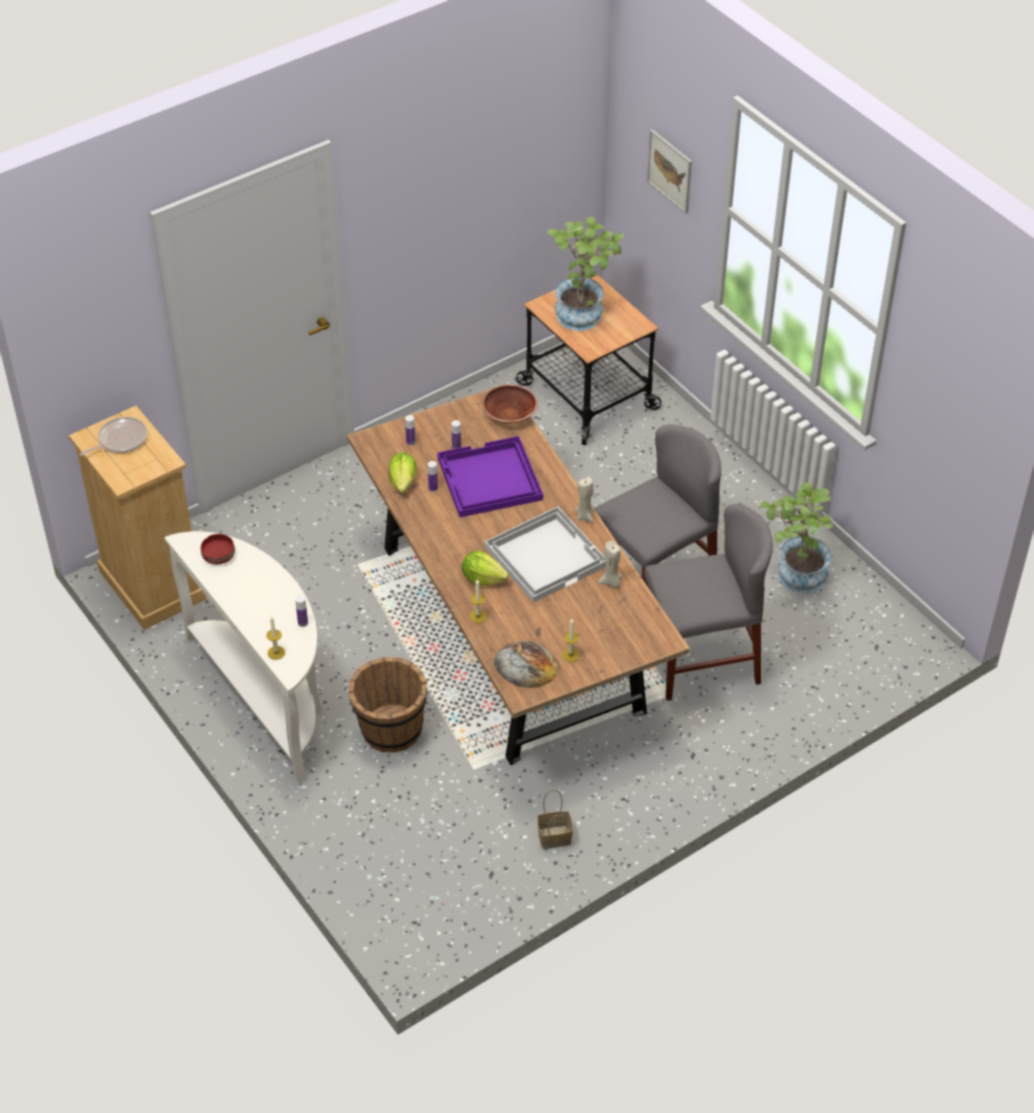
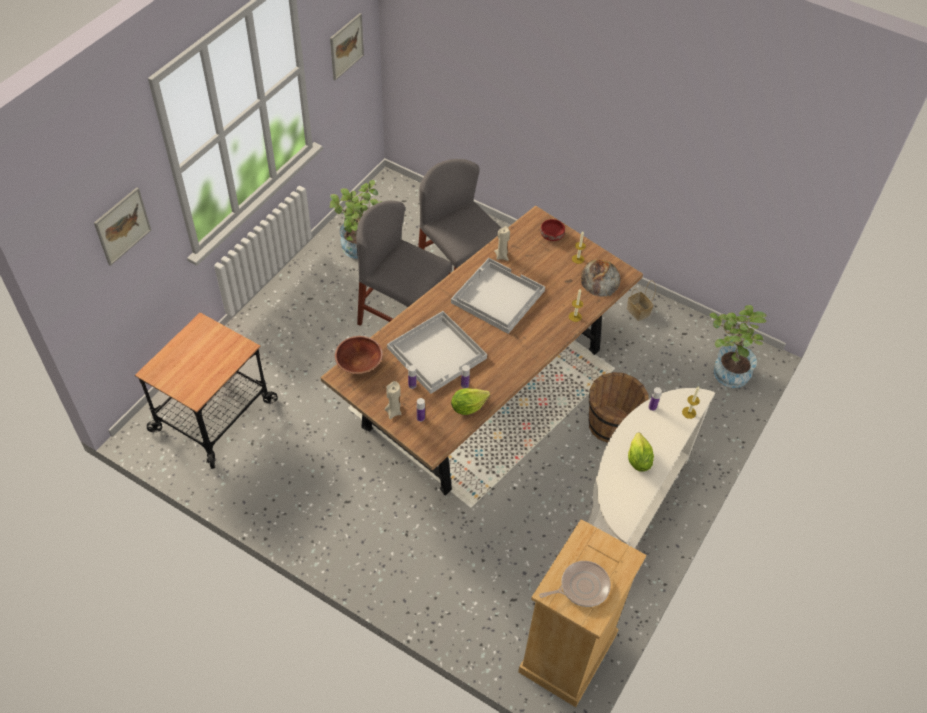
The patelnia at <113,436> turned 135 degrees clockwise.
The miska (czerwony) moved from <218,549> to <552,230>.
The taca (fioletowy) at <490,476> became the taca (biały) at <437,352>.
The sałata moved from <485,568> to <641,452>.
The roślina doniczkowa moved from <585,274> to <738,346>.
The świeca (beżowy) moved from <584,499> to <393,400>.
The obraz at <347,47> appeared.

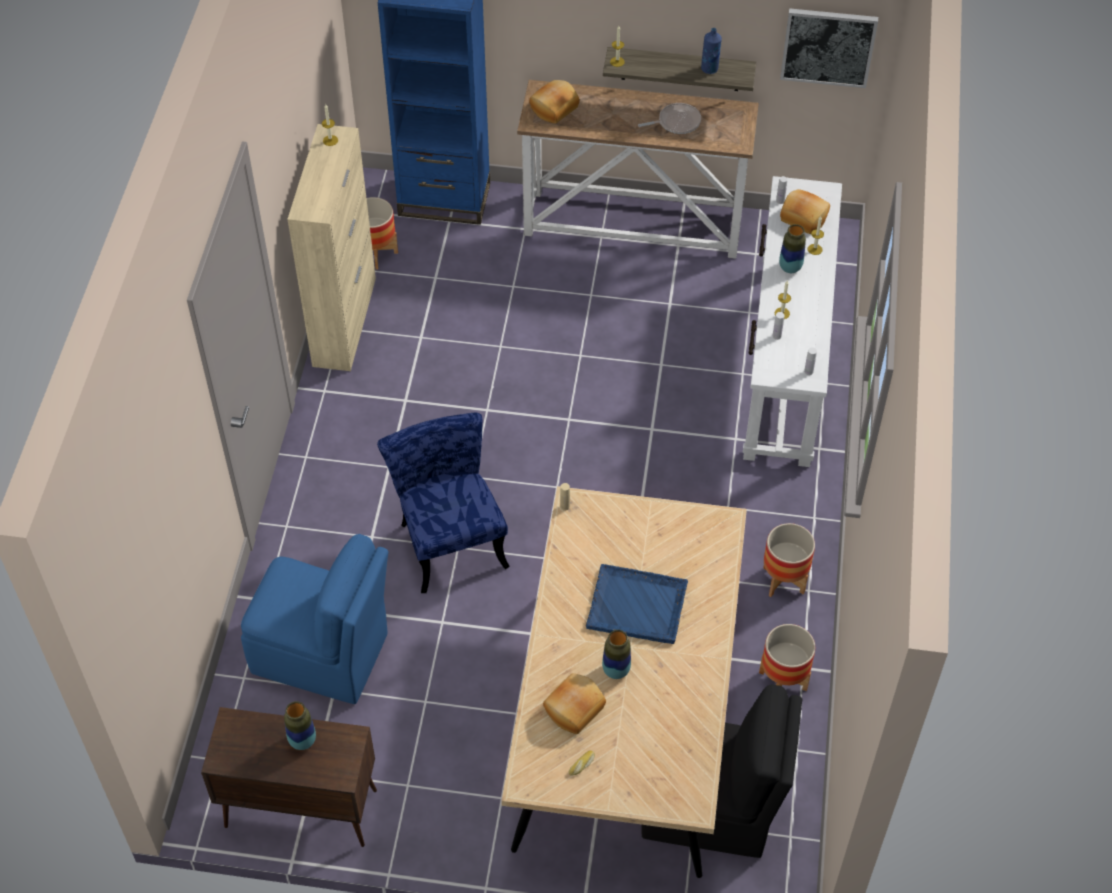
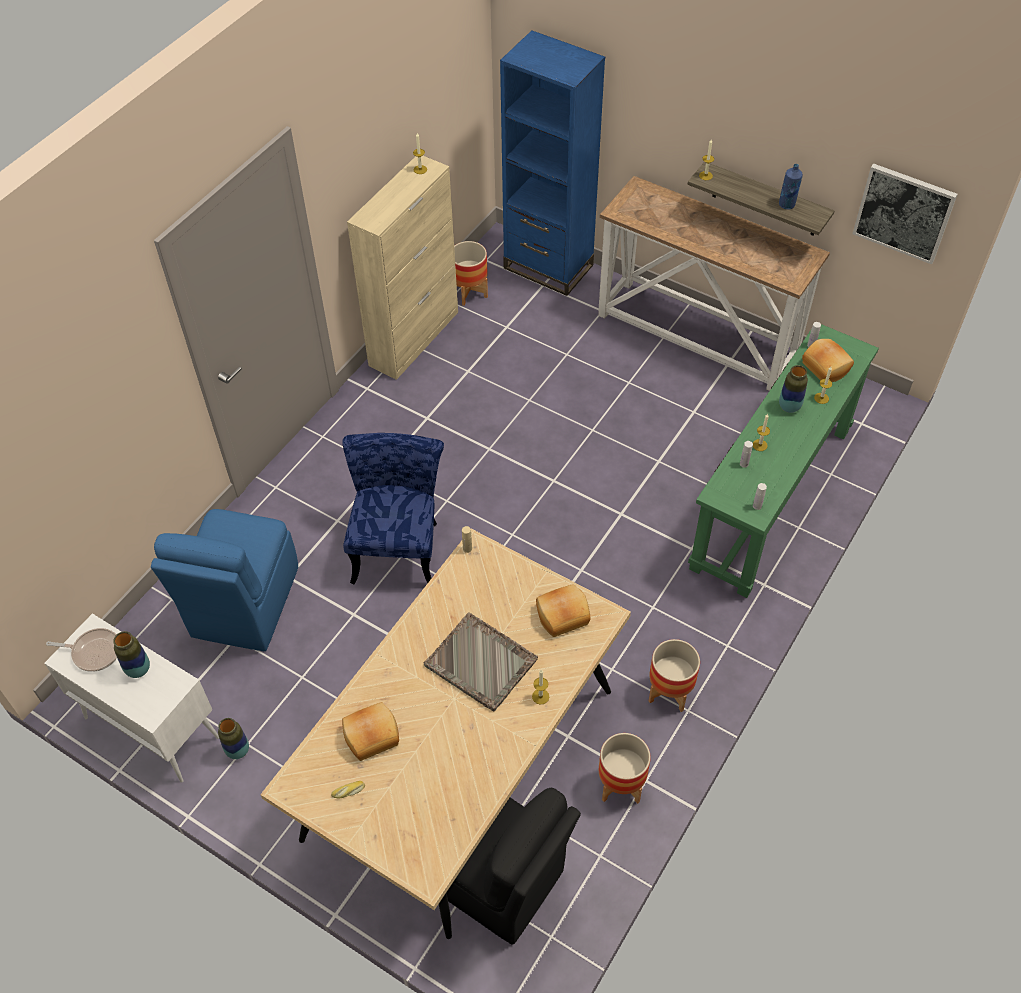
The szafka (brązowy) at <289,777> became the szafka (biały) at <131,698>.
The krzesło (niebieski) at <314,619> turned 60 degrees clockwise.
The chleb moved from <554,102> to <563,610>.
The taca (niebieski) at <637,604> became the taca (szary) at <481,662>.
The wazon moved from <616,654> to <233,738>.
The patelnia moved from <669,118> to <81,650>.
The stolik konsolowy (biały) at <792,321> became the stolik konsolowy (zielony) at <783,461>.
The świeca at <540,687> appeared.

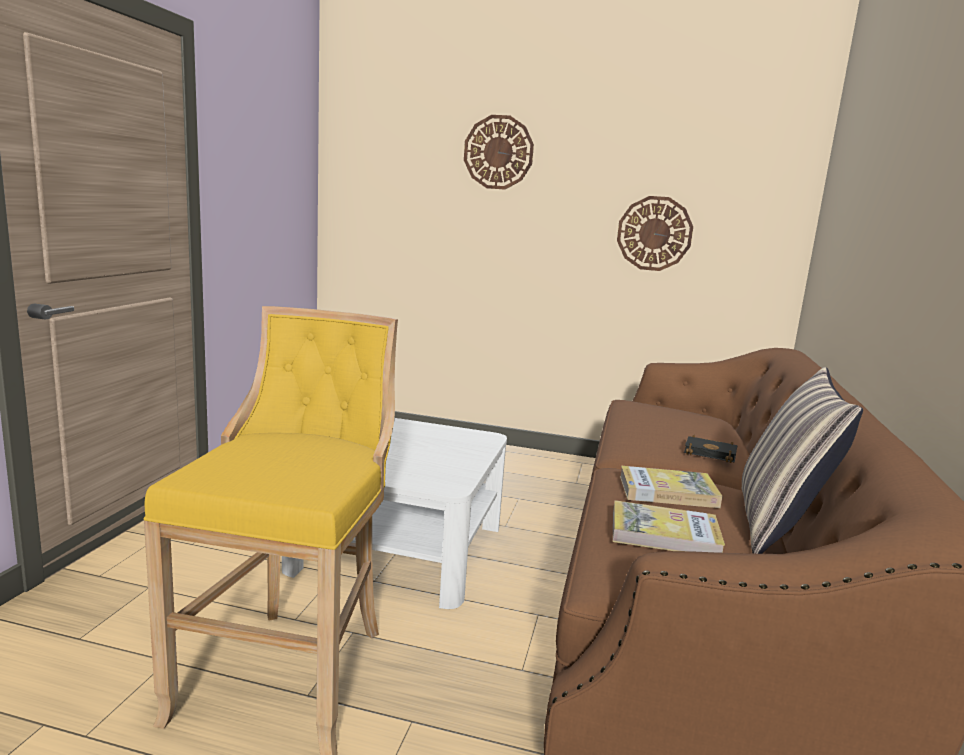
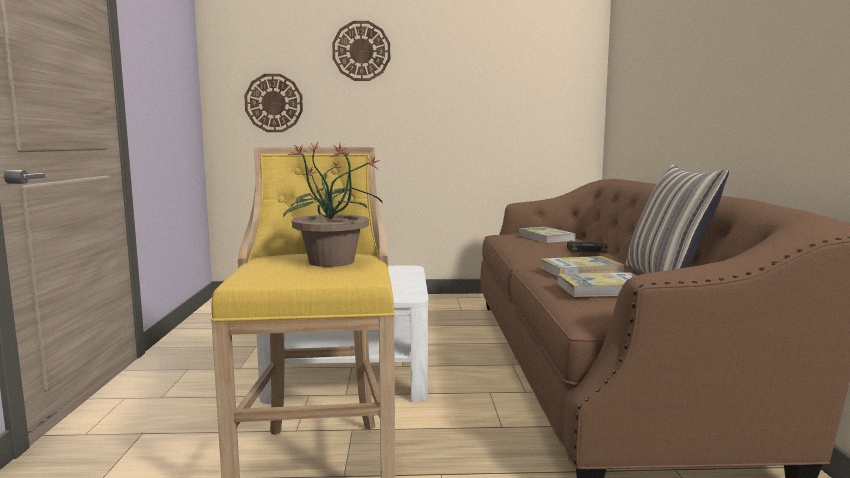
The zegar ścienny moved from <655,233> to <273,103>.
The roślina doniczkowa at <332,205> appeared.
The książka at <547,235> appeared.

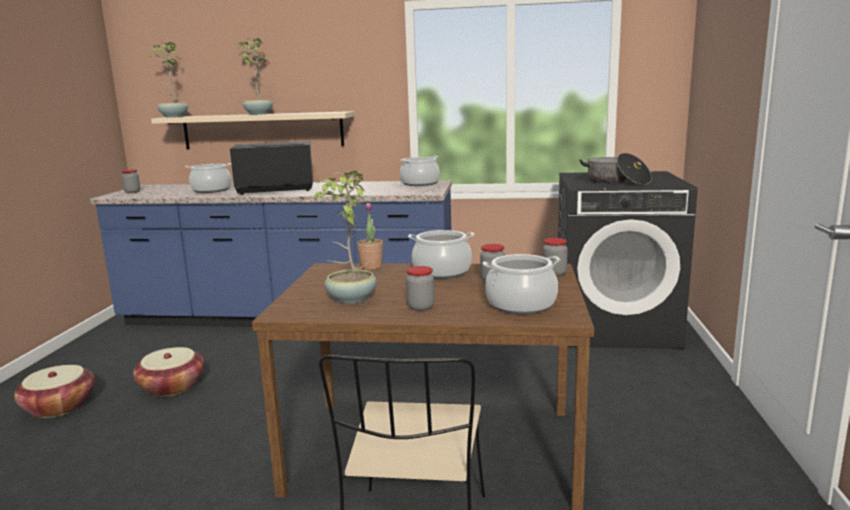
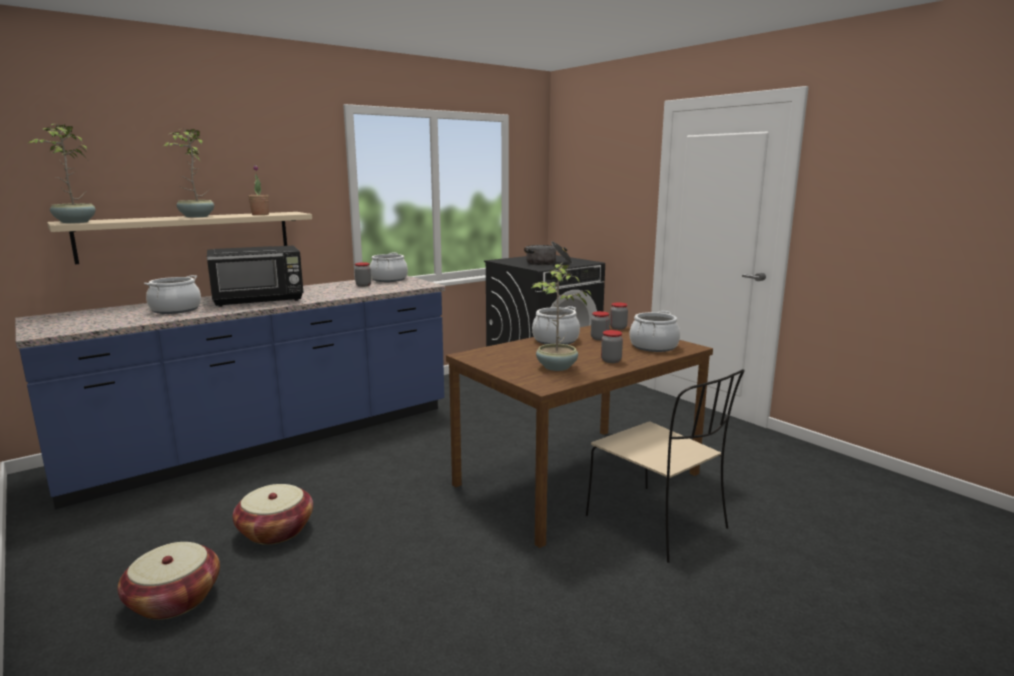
The słoik moved from <130,181> to <363,274>.
The mikrofalówka (czarny) at <271,168> turned 150 degrees counterclockwise.
The roślina doniczkowa moved from <370,236> to <258,190>.

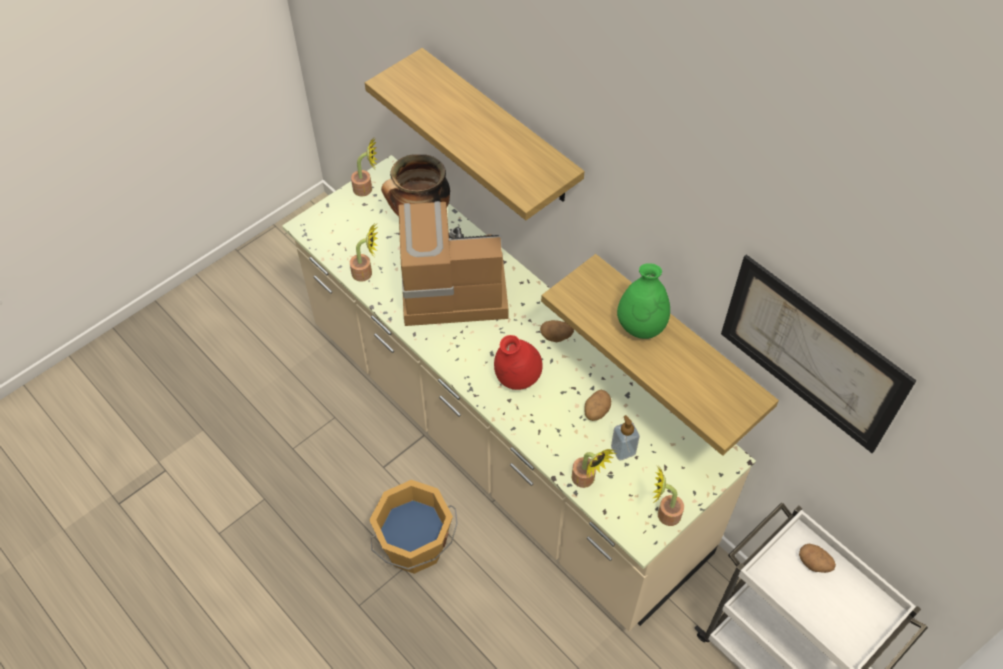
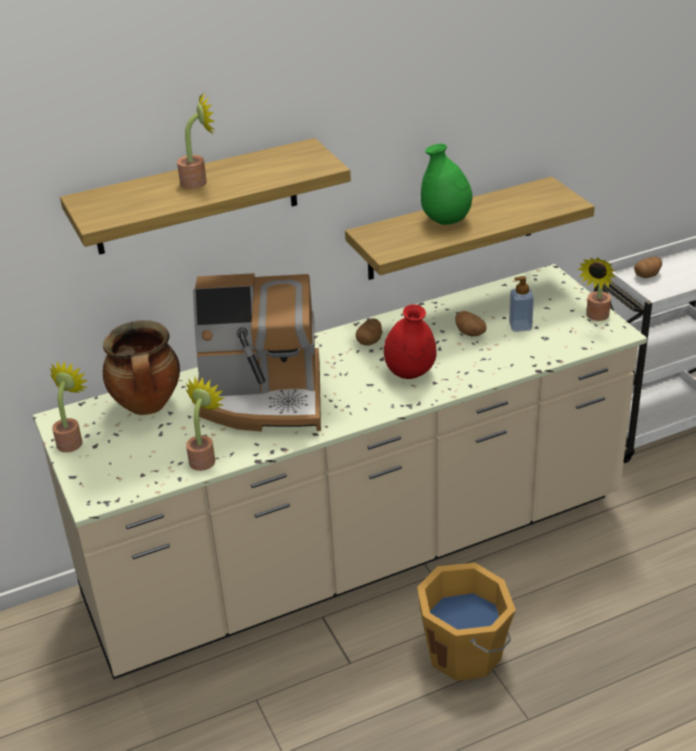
The ekspres do kawy at <453,263> turned 105 degrees counterclockwise.
The roślina doniczkowa moved from <594,468> to <196,141>.
The obraz at <819,354> disappeared.

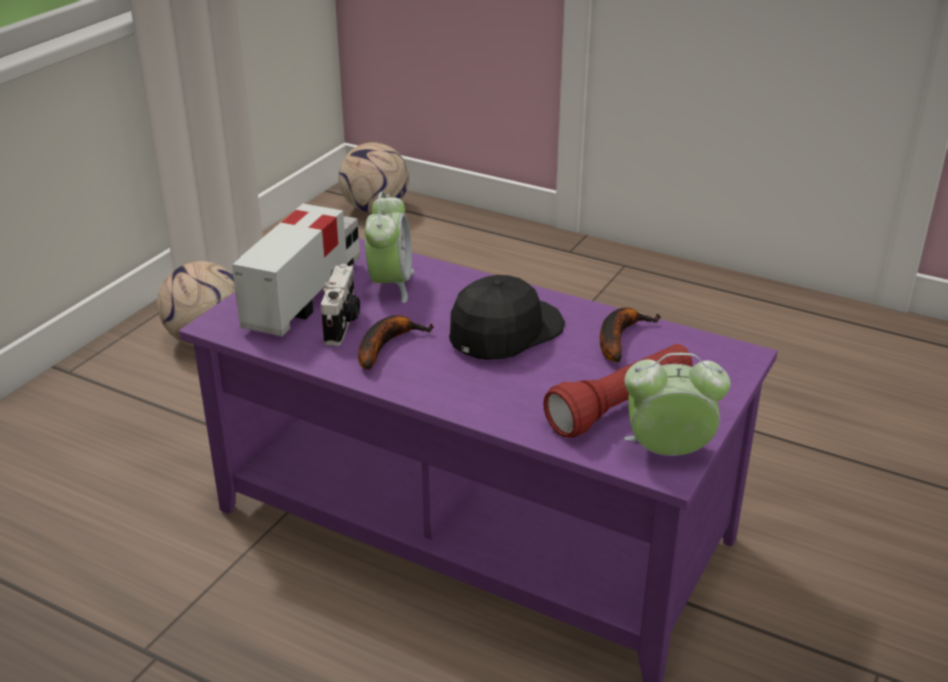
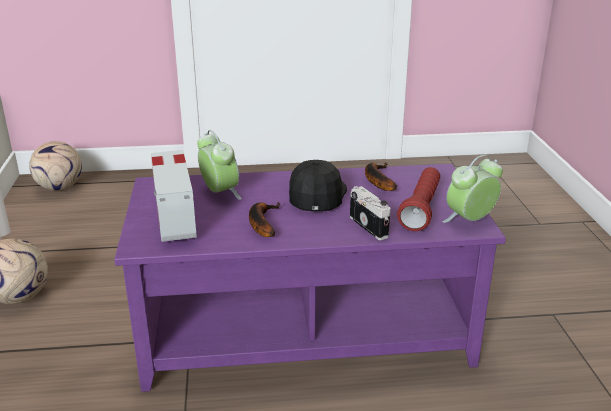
The aparat fotograficzny moved from <340,305> to <370,213>.

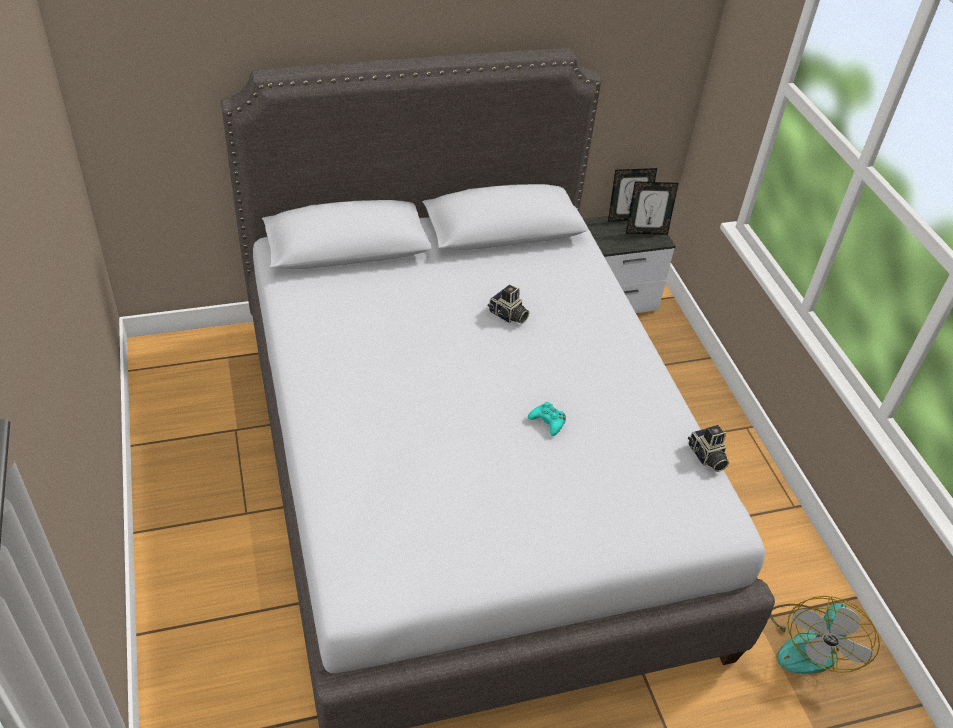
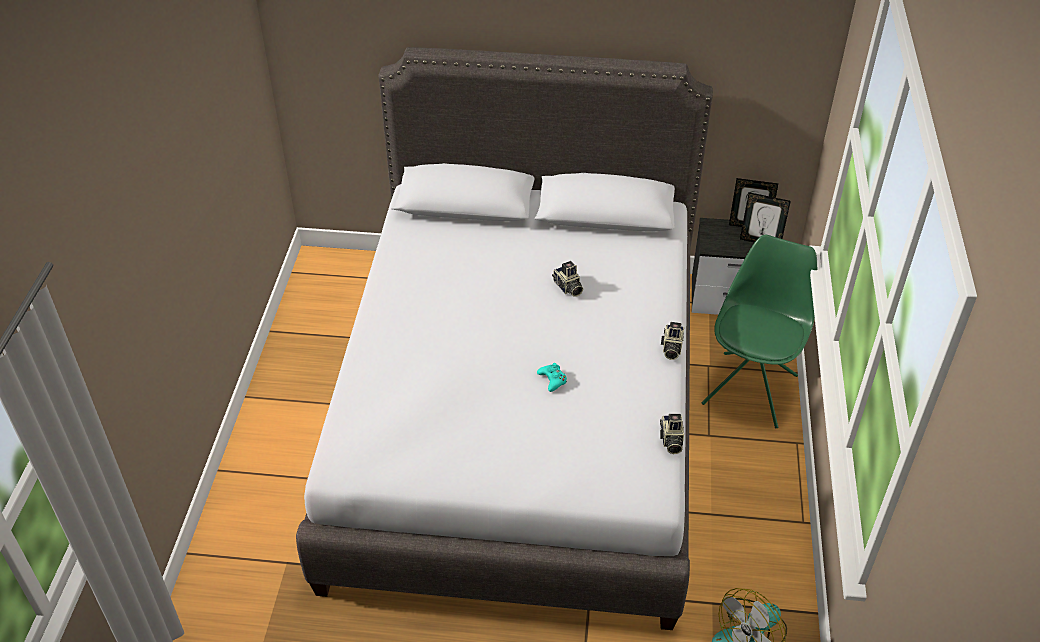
The aparat fotograficzny at <672,341> appeared.
The krzesło (zielony) at <759,331> appeared.

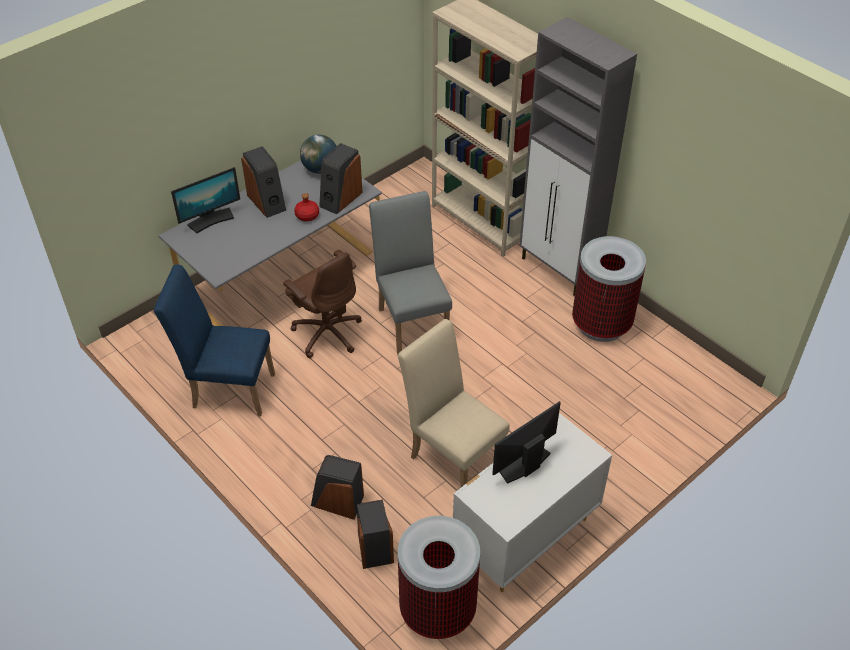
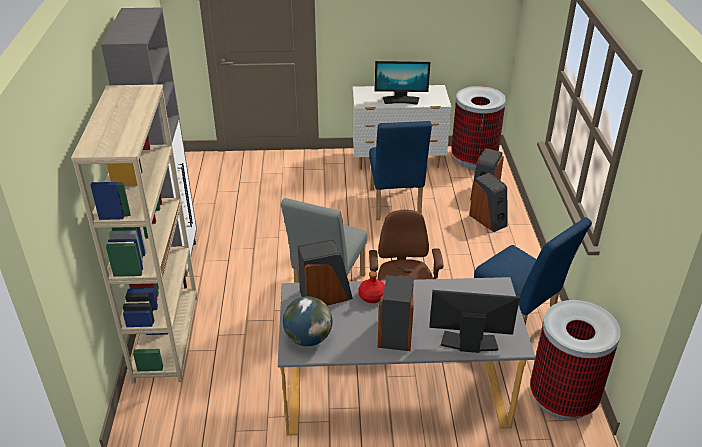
The krzesło (beżowy) at <454,403> became the krzesło (niebieski) at <400,170>.
The kosz na śmieci moved from <609,289> to <575,360>.

